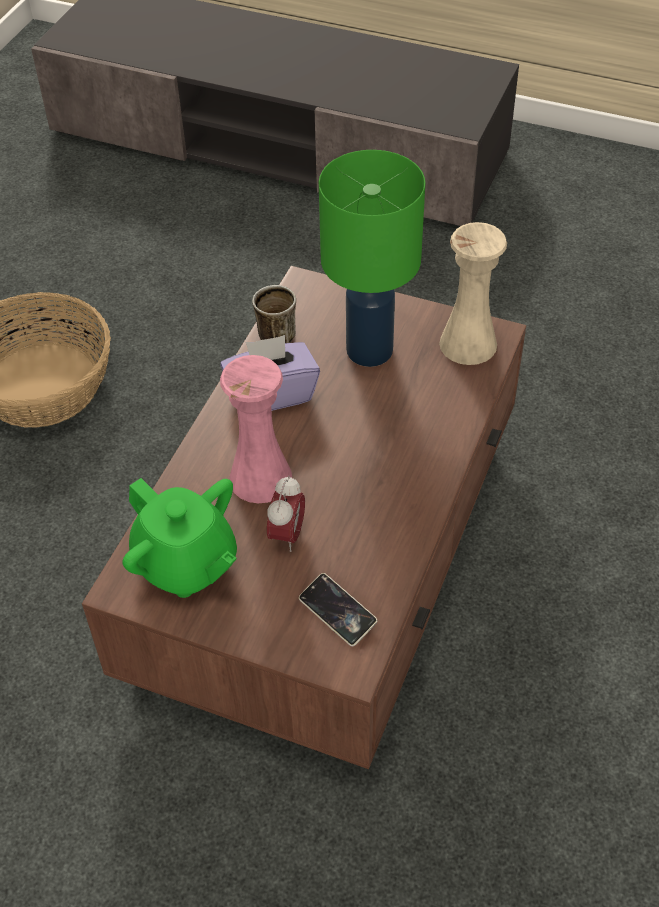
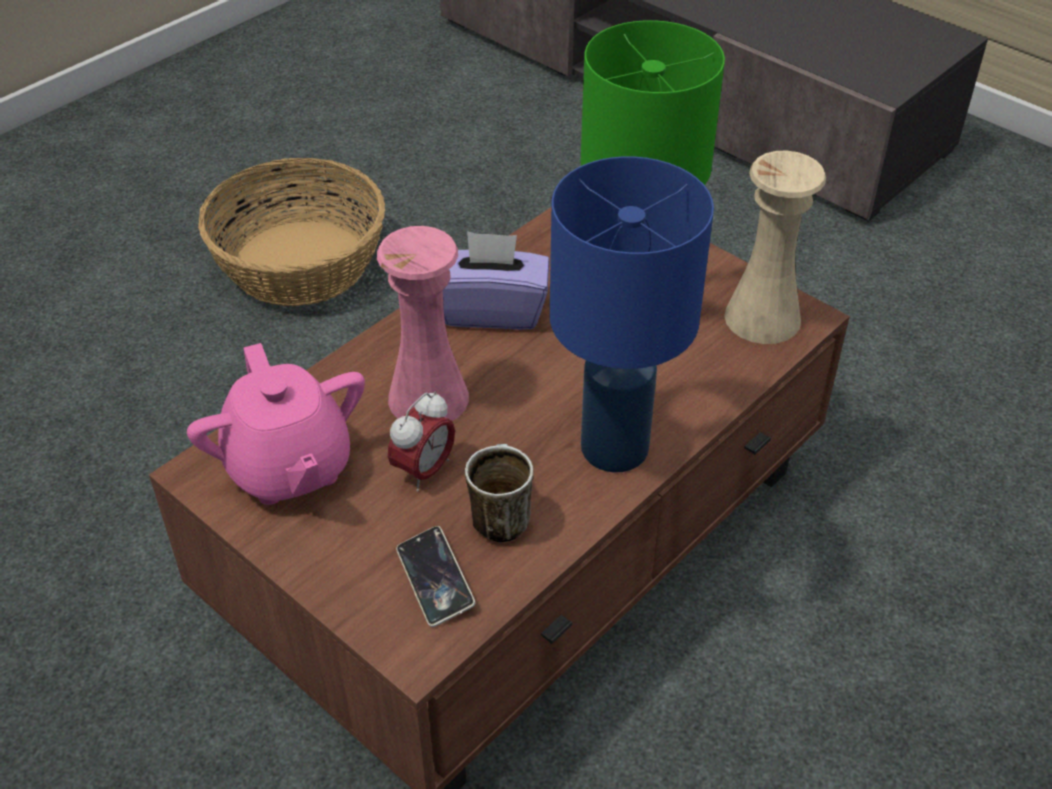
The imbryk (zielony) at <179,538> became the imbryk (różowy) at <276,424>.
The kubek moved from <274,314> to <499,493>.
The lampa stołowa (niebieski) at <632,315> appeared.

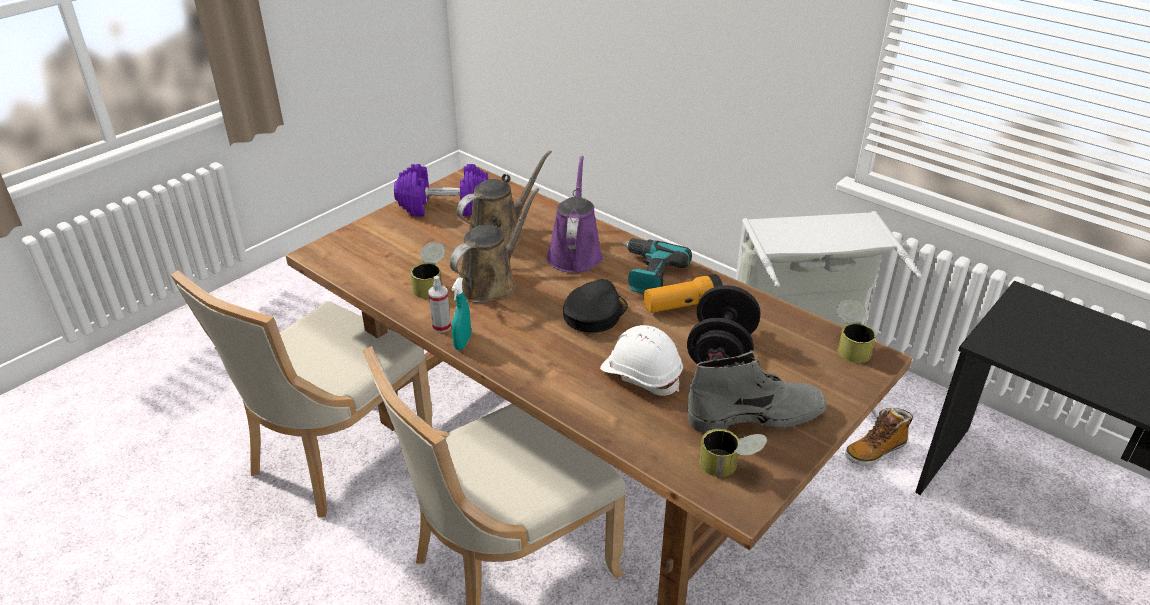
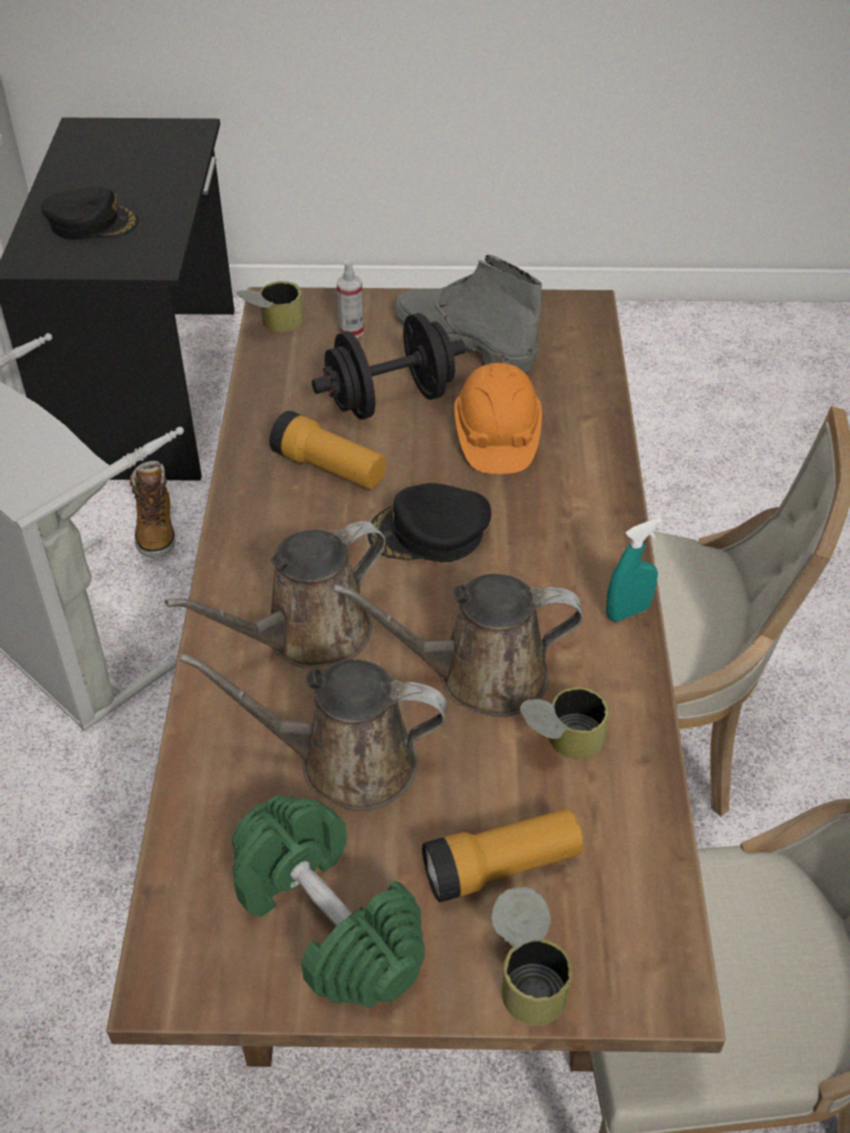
The hantel (fioletowy) at <441,190> became the hantel (zielony) at <328,901>.
The spryskiwacz moved from <439,304> to <350,299>.
The konewka (fioletowy) at <574,214> became the konewka (brązowy) at <275,594>.
The kask (biały) at <641,360> became the kask (pomarańczowy) at <498,418>.
The wiertarka at <657,265> disappeared.
The puszka moved from <733,453> to <531,956>.
The but z cholewką at <879,436> turned 60 degrees clockwise.
The czapka z daszkiem (czarny) at <89,213> appeared.
The latarka at <502,855> appeared.

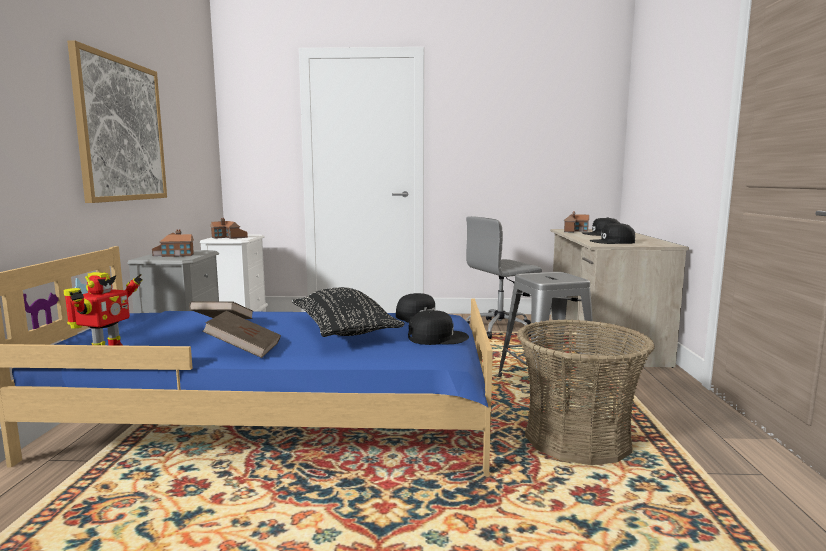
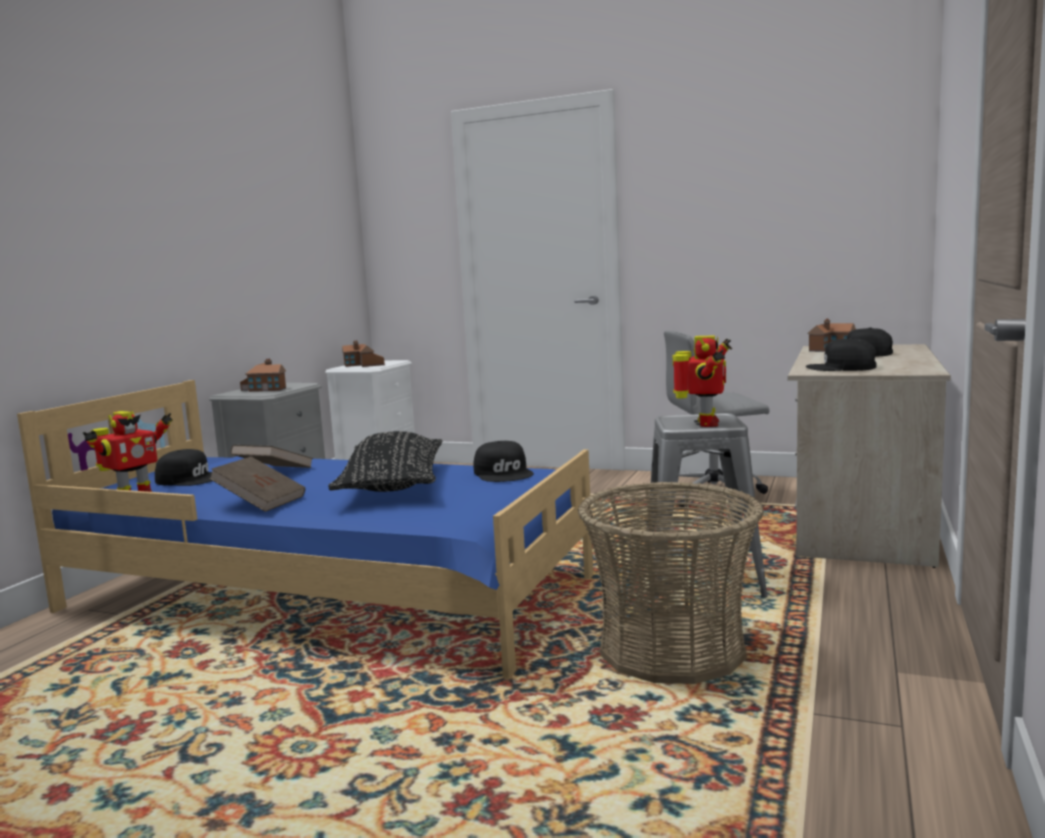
The obraz at <117,121> disappeared.
The czapka z daszkiem (czarny) moved from <438,327> to <183,467>.
The robot zabawkowy at <702,381> appeared.

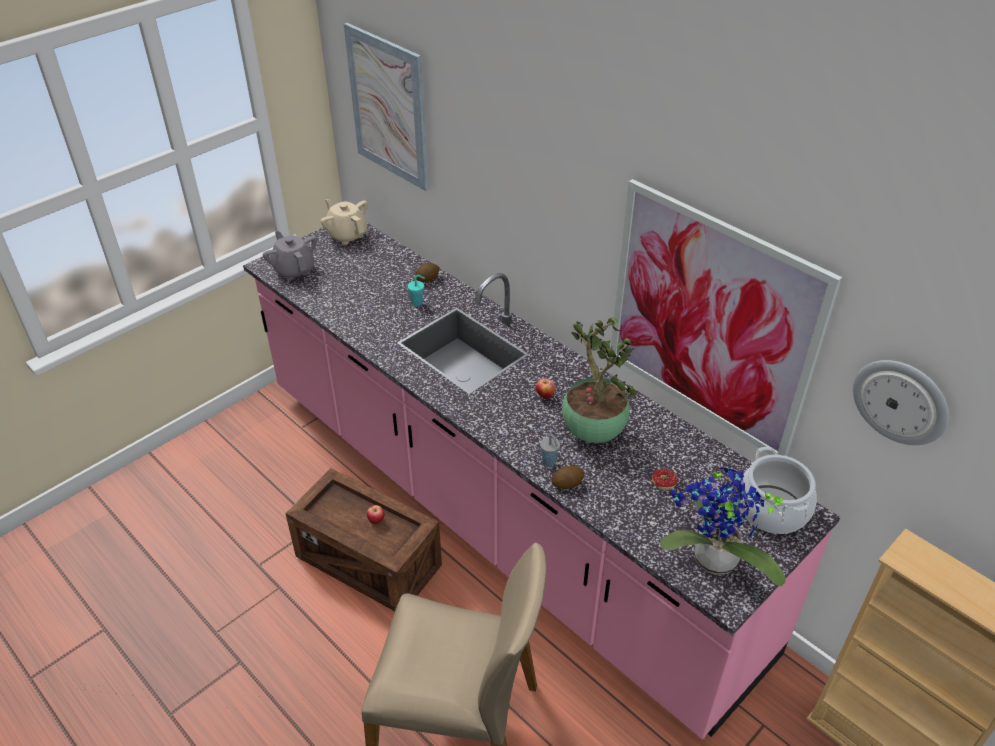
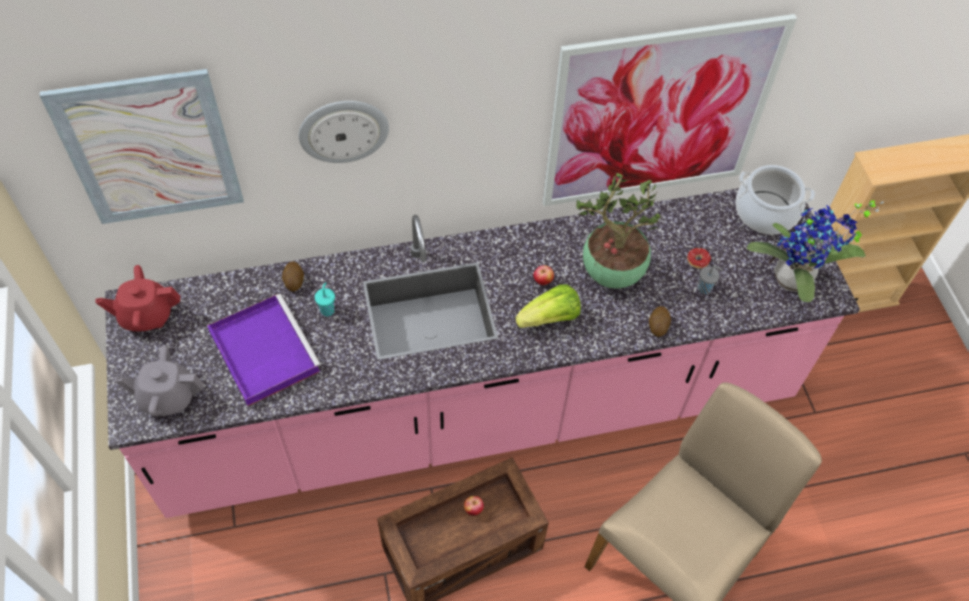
The imbryk (beżowy) at <344,222> became the imbryk (czerwony) at <138,298>.
The filiżanka (szary) moved from <550,451> to <710,280>.
The zegar ścienny moved from <901,402> to <344,132>.
The taca (fioletowy) at <264,350> appeared.
The sałata at <548,306> appeared.

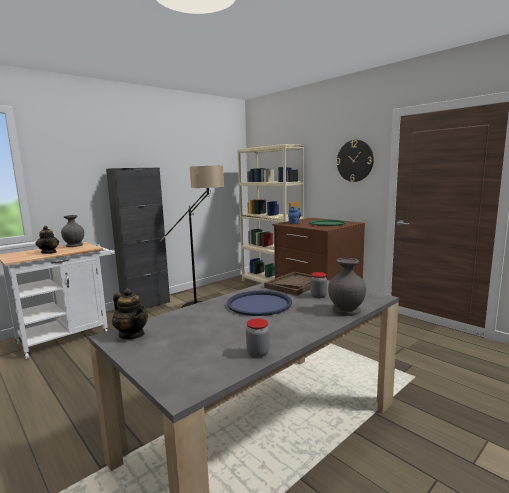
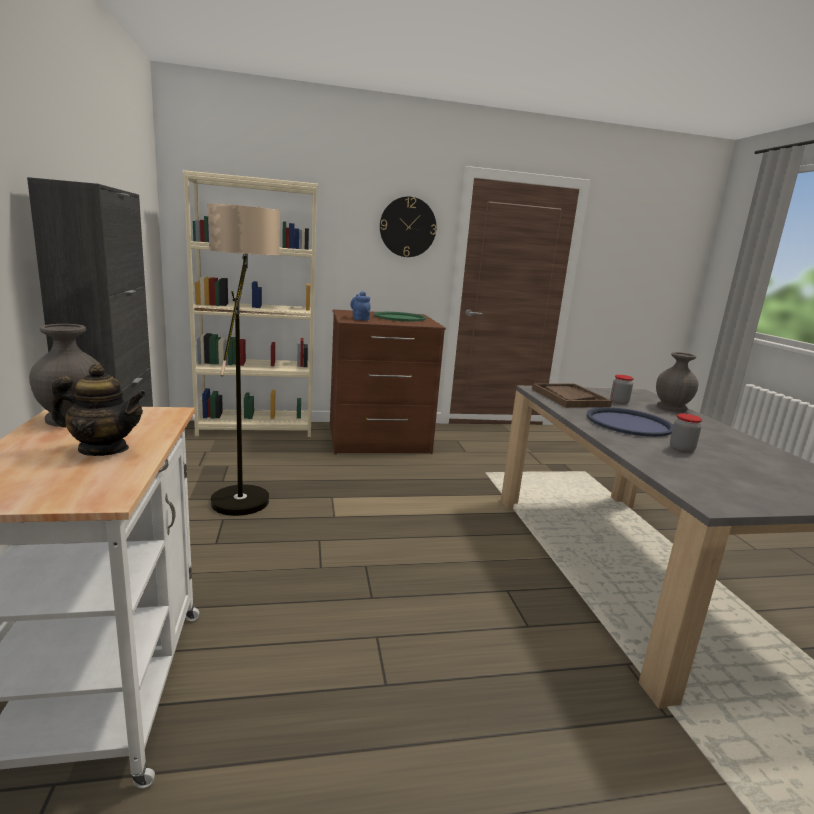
The imbryk at <130,313> disappeared.
The słoik moved from <258,337> to <686,433>.

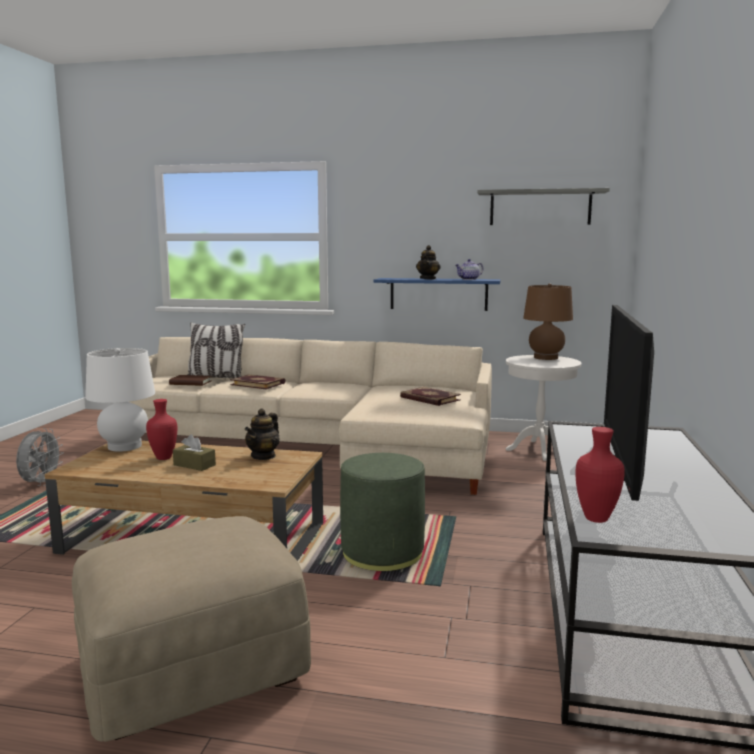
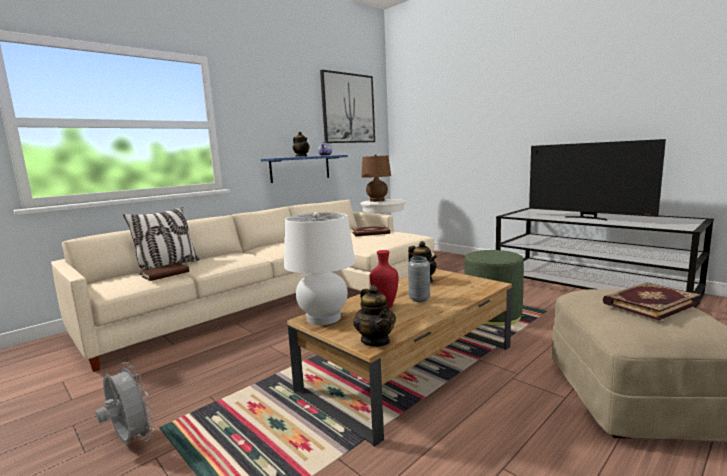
The pudełko chusteczek (brązowy) at <194,452> was replaced by the wazon (szary) at <419,279>.
The książka moved from <257,382> to <652,301>.
The półka (szary) at <543,206> was replaced by the obraz at <347,106>.
The wazon (czerwony) at <600,475> disappeared.
The imbryk at <374,316> appeared.

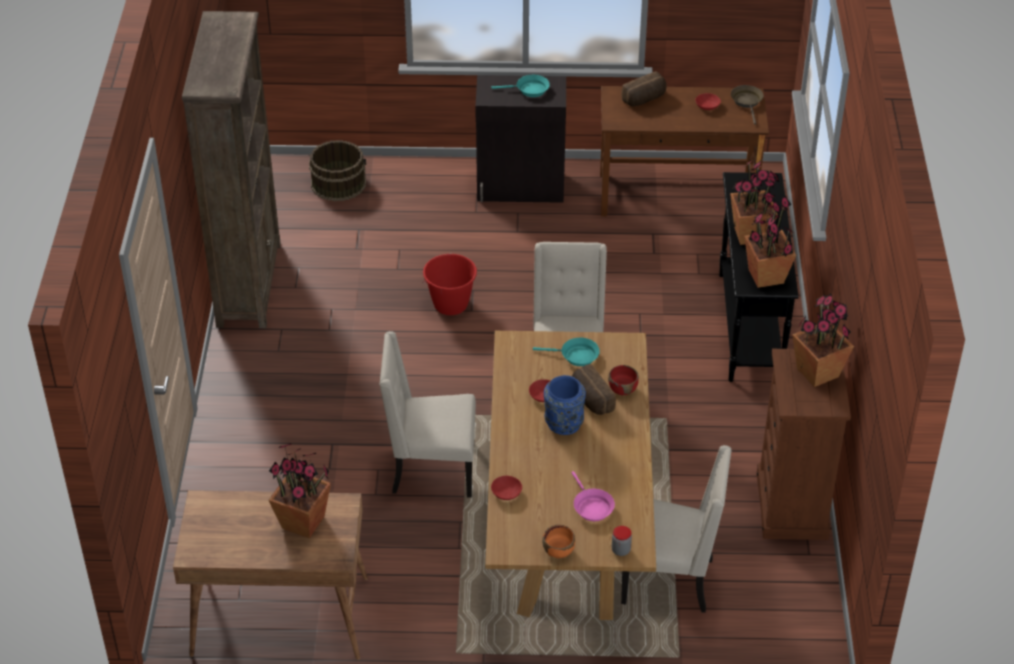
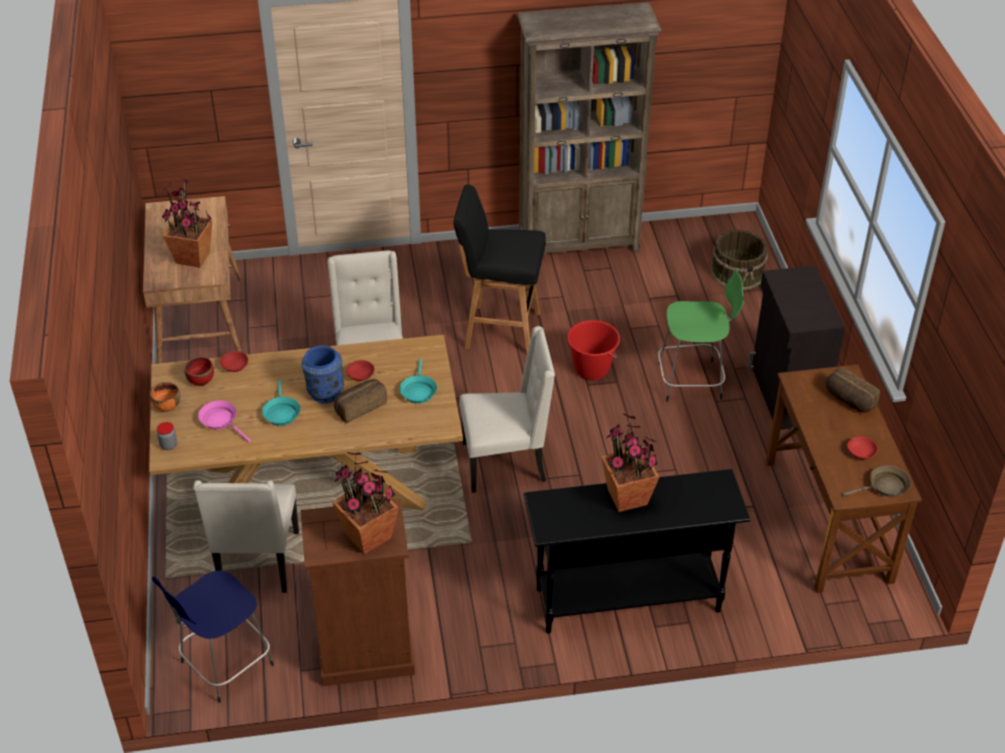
The patelnia (turkusowy) moved from <520,86> to <281,403>.
The patelnia (różowy) at <593,496> turned 75 degrees clockwise.
The miska (czerwony) moved from <623,380> to <199,371>.
The roślina doniczkowa at <770,241> disappeared.
The stołek (niebieski) at <213,636> appeared.
The stołek (czarny) at <499,269> appeared.
The stołek (zielony) at <701,335> appeared.

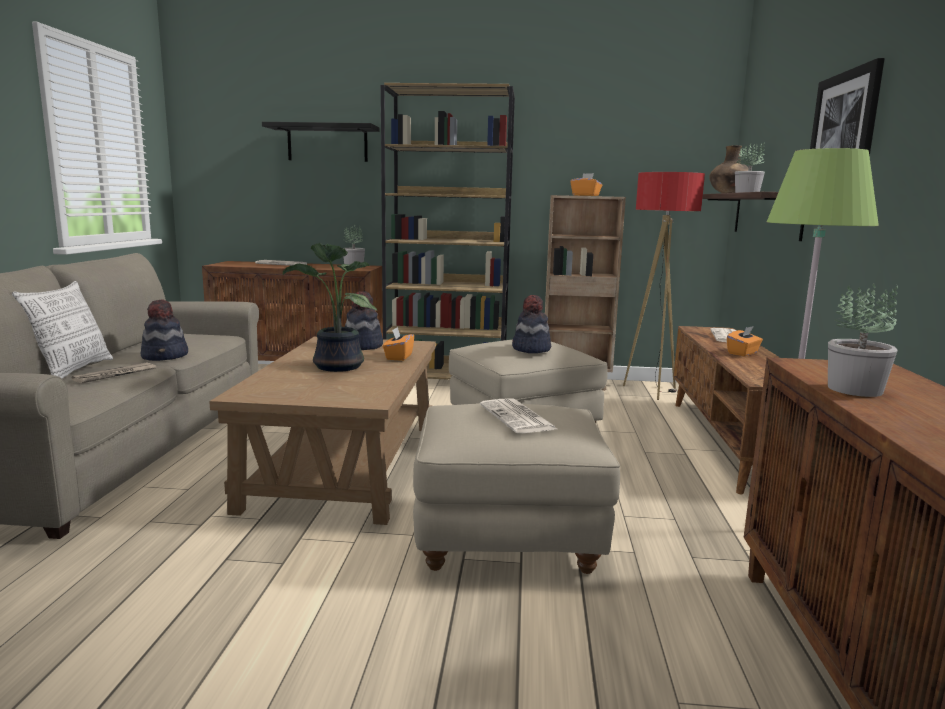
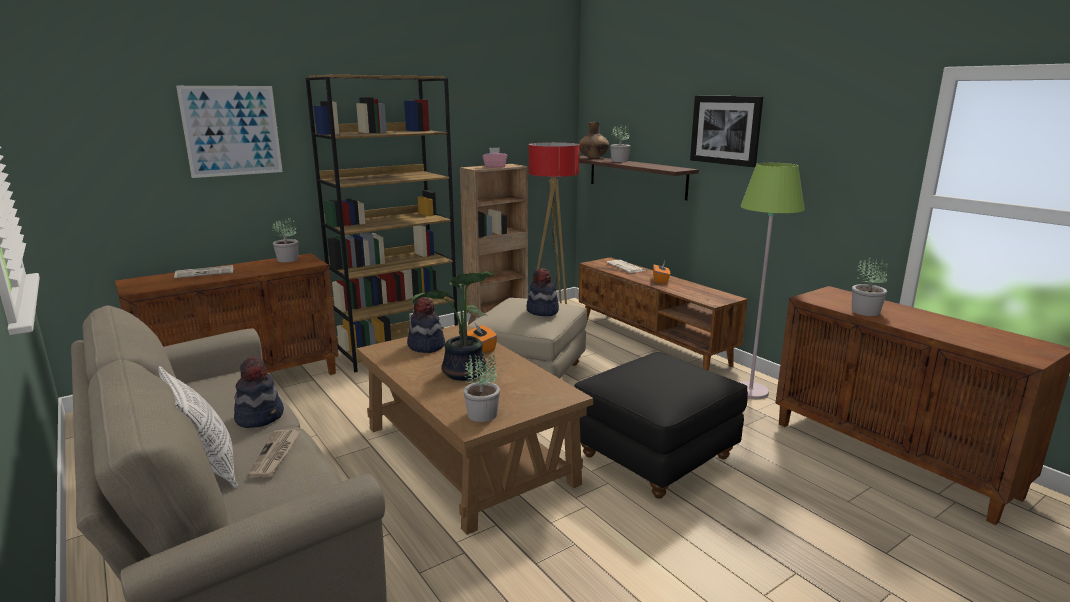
The półka (czarny) at <320,142> was replaced by the obraz at <229,132>.
The pufa (beżowy) at <516,488> became the pufa (czarny) at <661,425>.
The gazeta at <519,415> disappeared.
The pudełko chusteczek (pomarańczowy) at <586,184> became the pudełko chusteczek (różowy) at <495,158>.
The roślina doniczkowa at <482,387> appeared.

